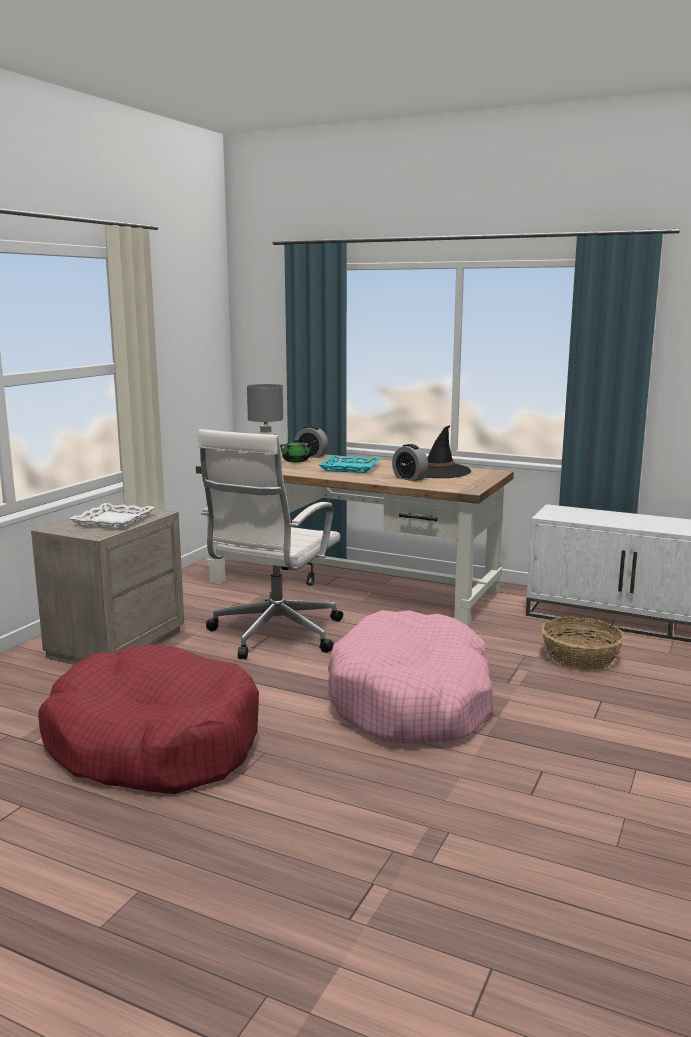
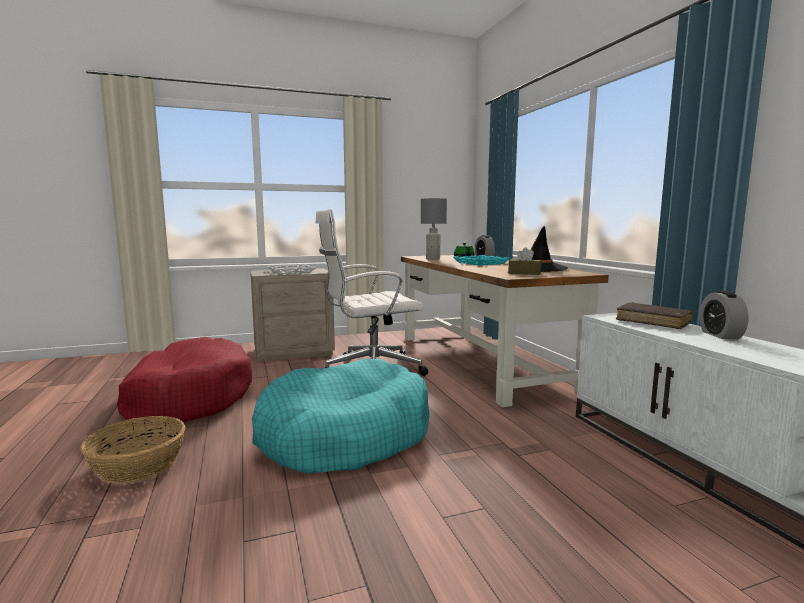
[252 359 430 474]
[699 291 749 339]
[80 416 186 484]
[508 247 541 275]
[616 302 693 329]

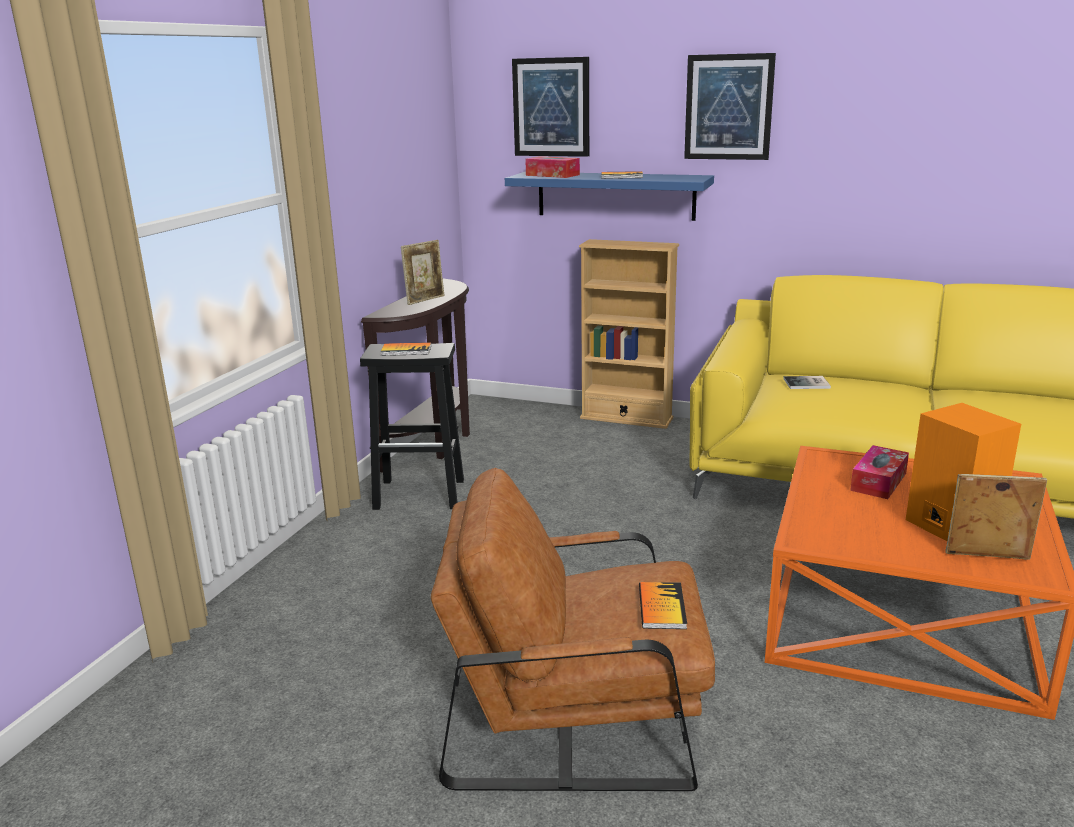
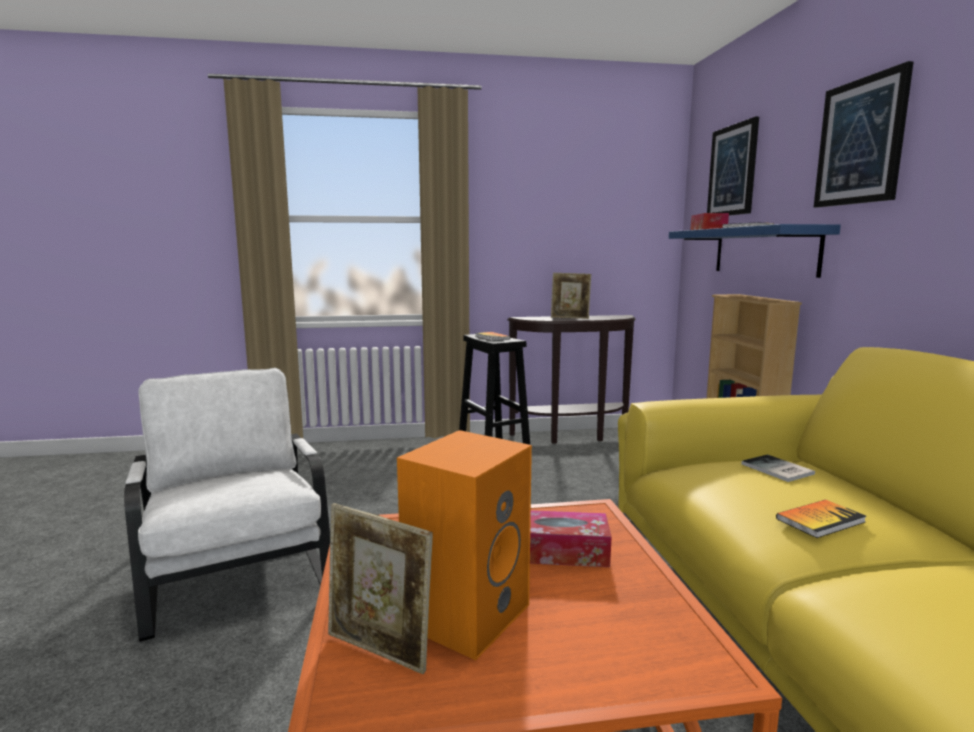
[124 368 330 642]
[776 500 866 538]
[328 503 433 674]

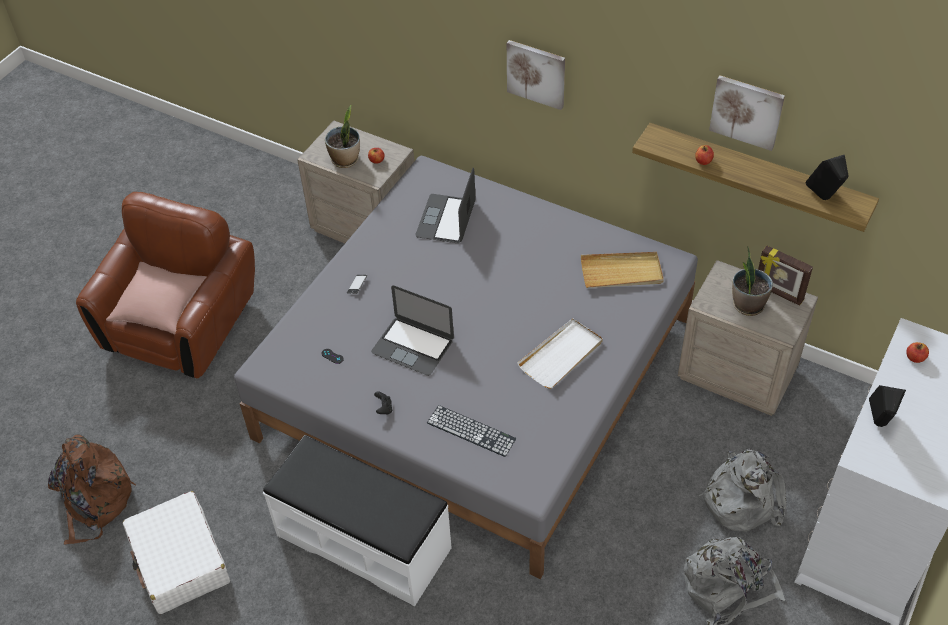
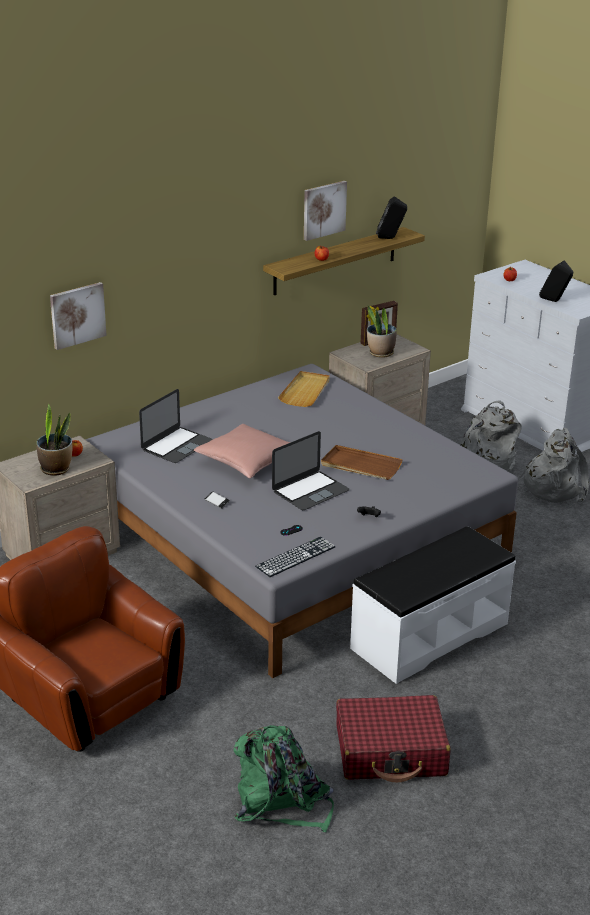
[233 725 334 832]
[194 424 291 479]
[336 695 451 782]
[139 389 213 463]
[255 537 336 577]
[50 282 107 350]
[517 318 603 389] (first image)
[321 445 403 480]

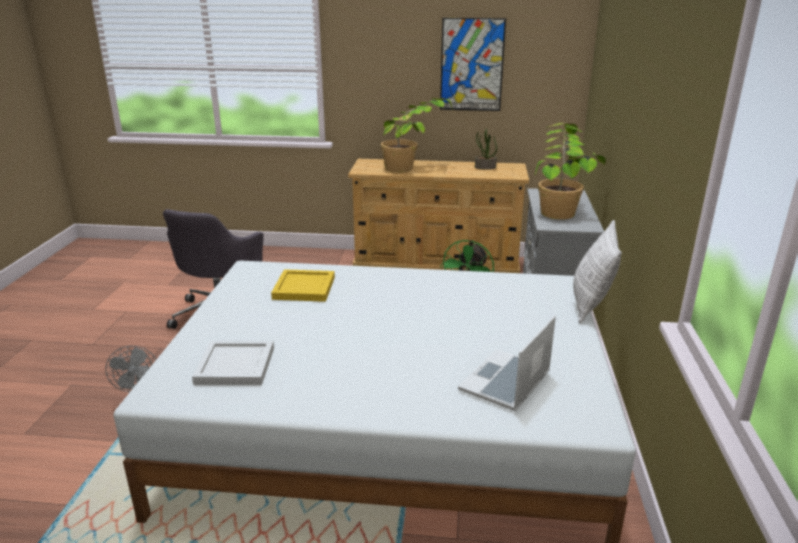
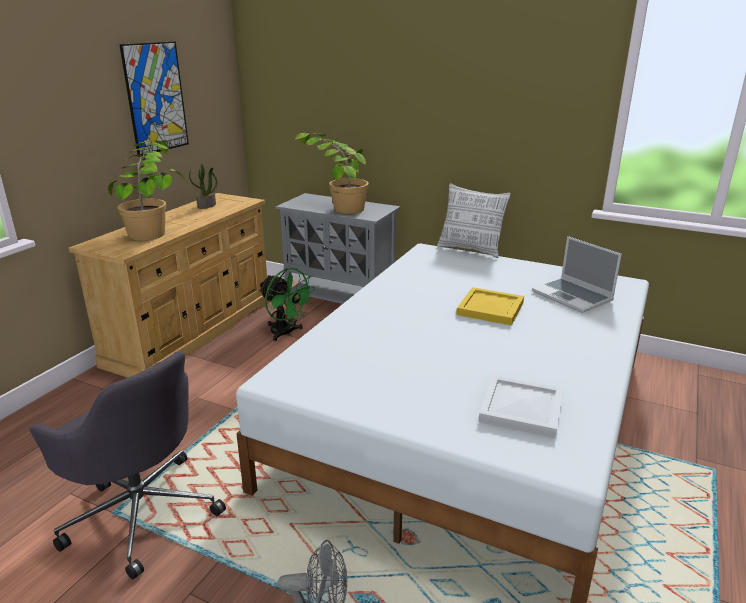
[456 287 524 326]

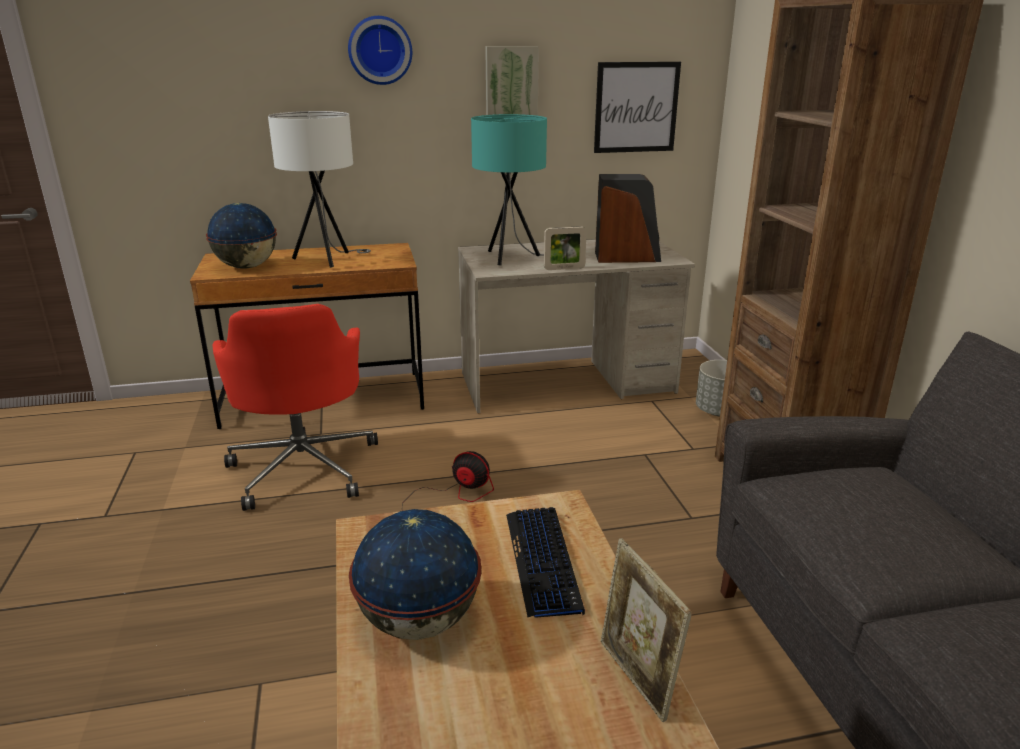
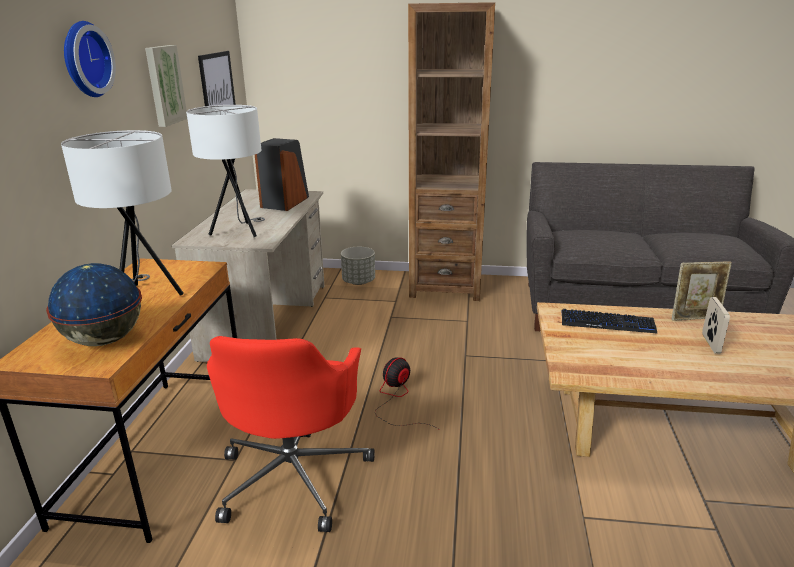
[207 336 375 532]
[349 509 481 640] (first image)
[186 105 265 237]
[702 297 730 354]

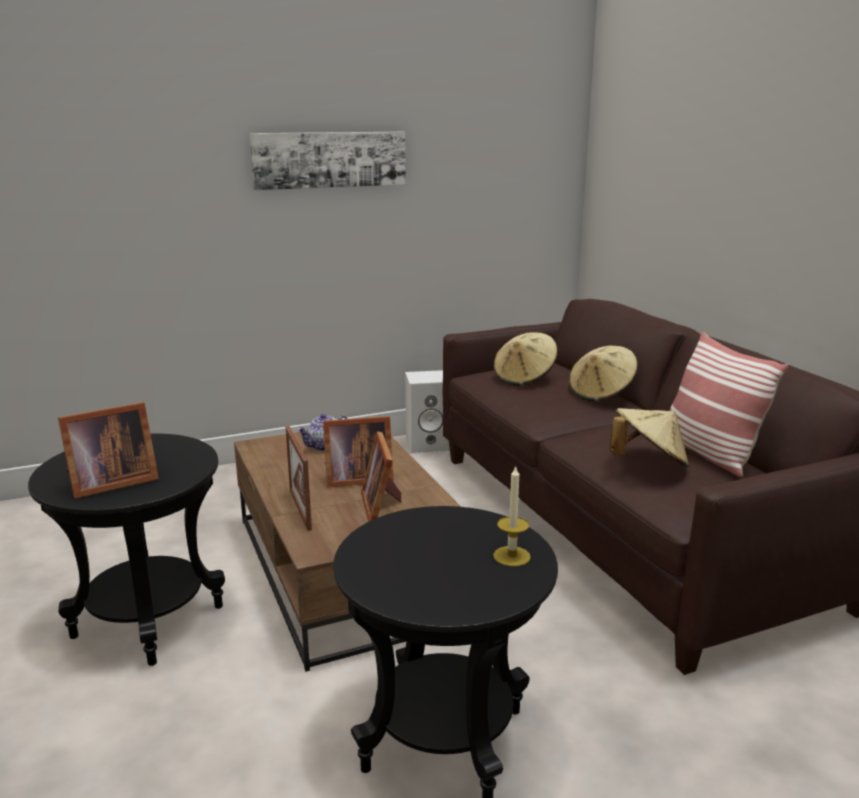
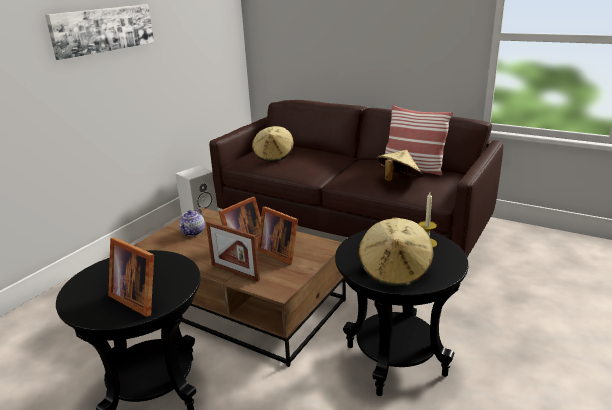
[108 237 154 317]
[358 218 433 287]

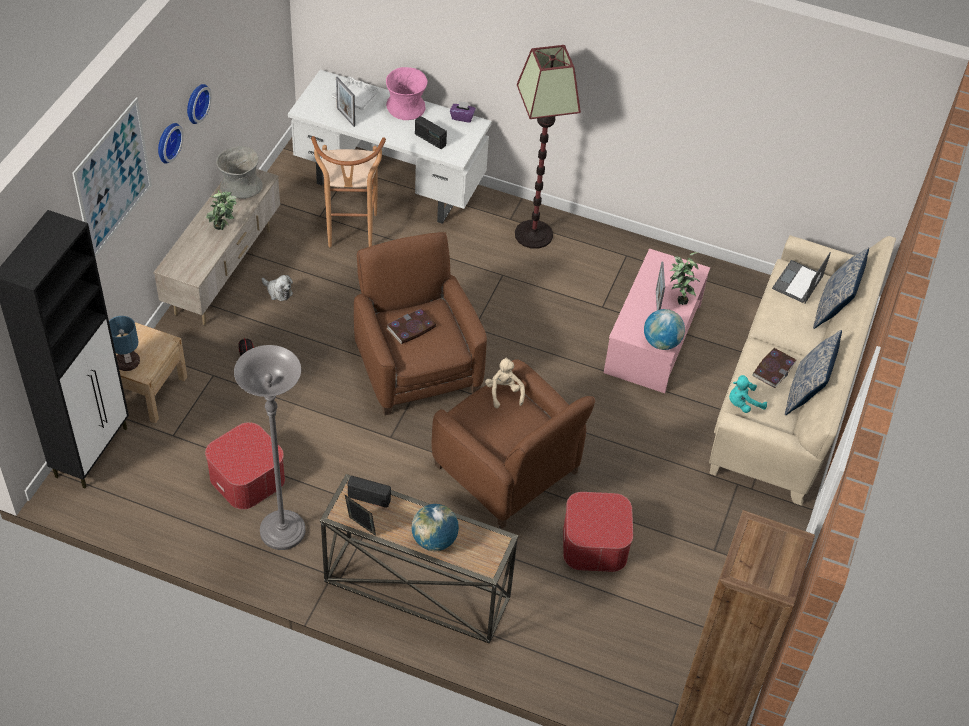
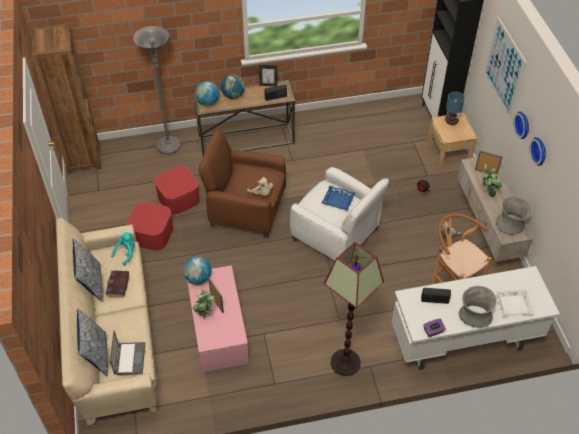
[126 202 173 251]
[133 26 181 154]
[475 150 503 174]
[290 167 389 261]
[459 286 496 328]
[322 186 355 211]
[195 81 220 106]

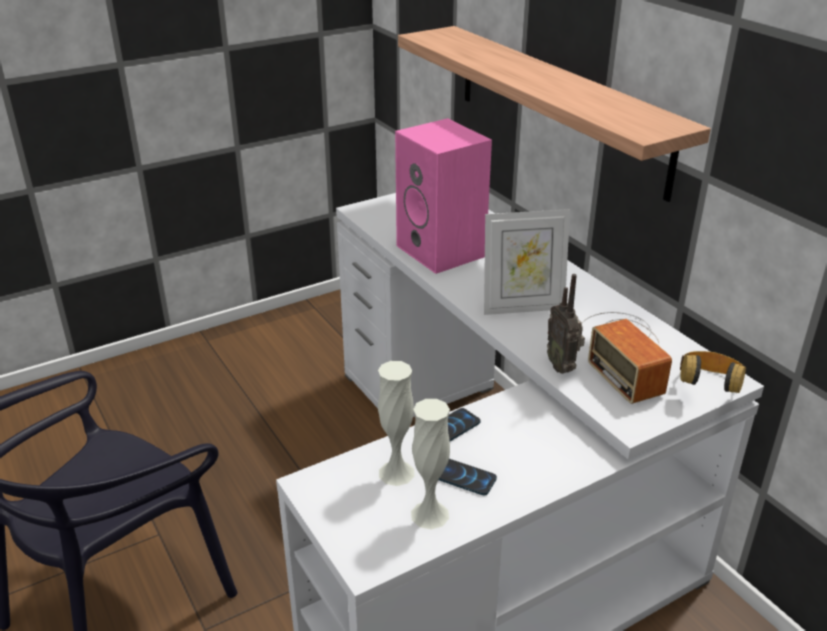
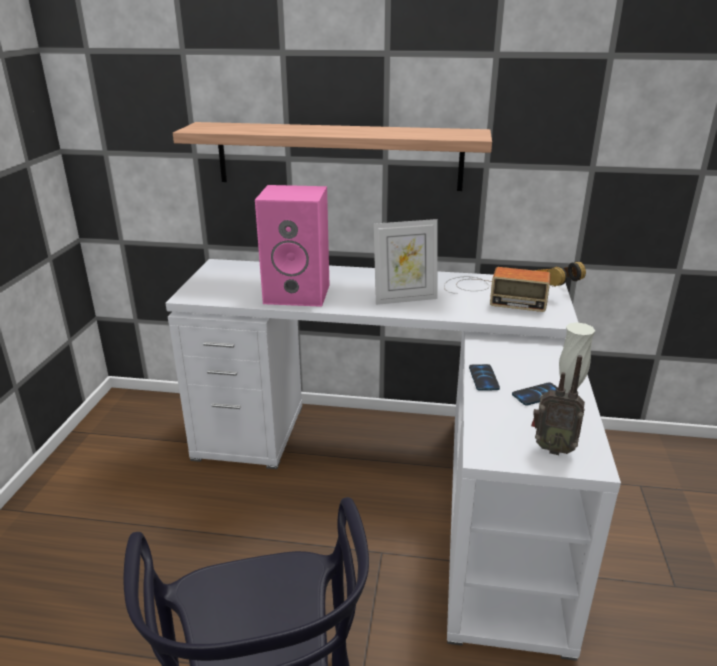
[378 361 415 486] (first image)
[374 219 438 305]
[531 355 585 455]

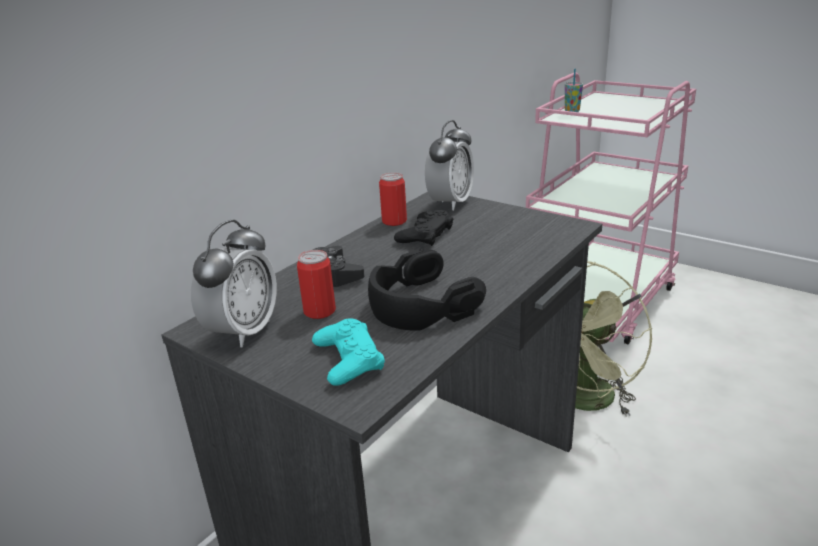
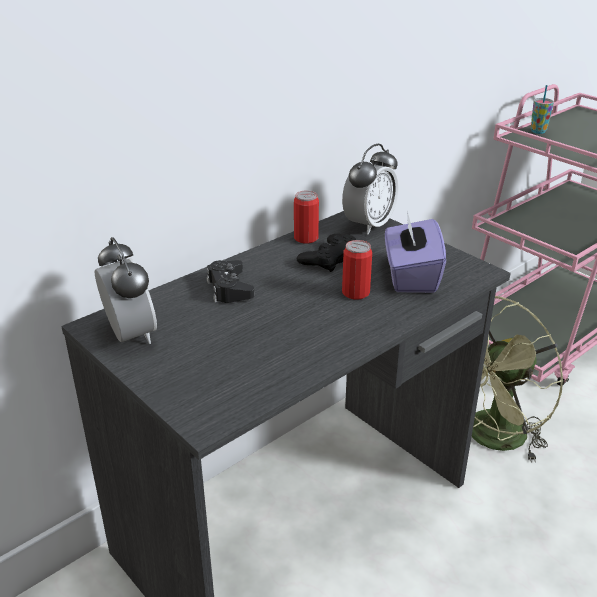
[95 237 157 344]
[342 240 372 299]
[312 318 385 386] (first image)
[368 249 486 331] (first image)
[385 211 446 293]

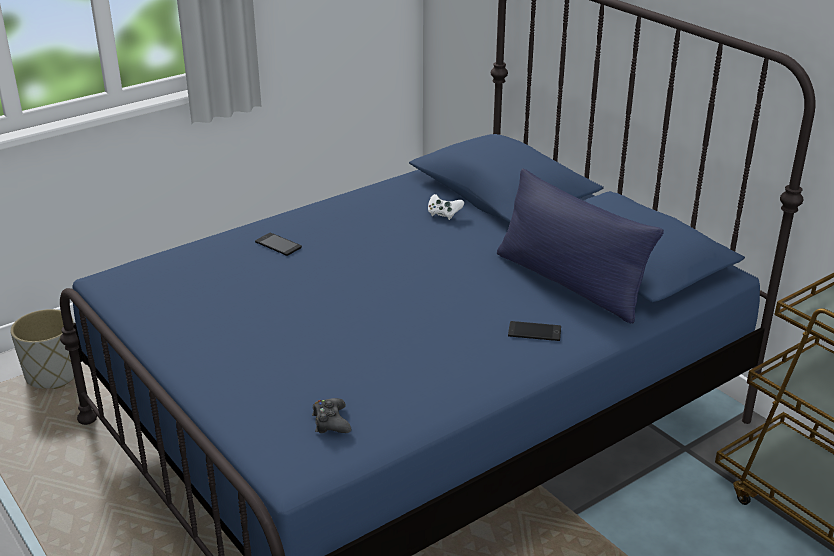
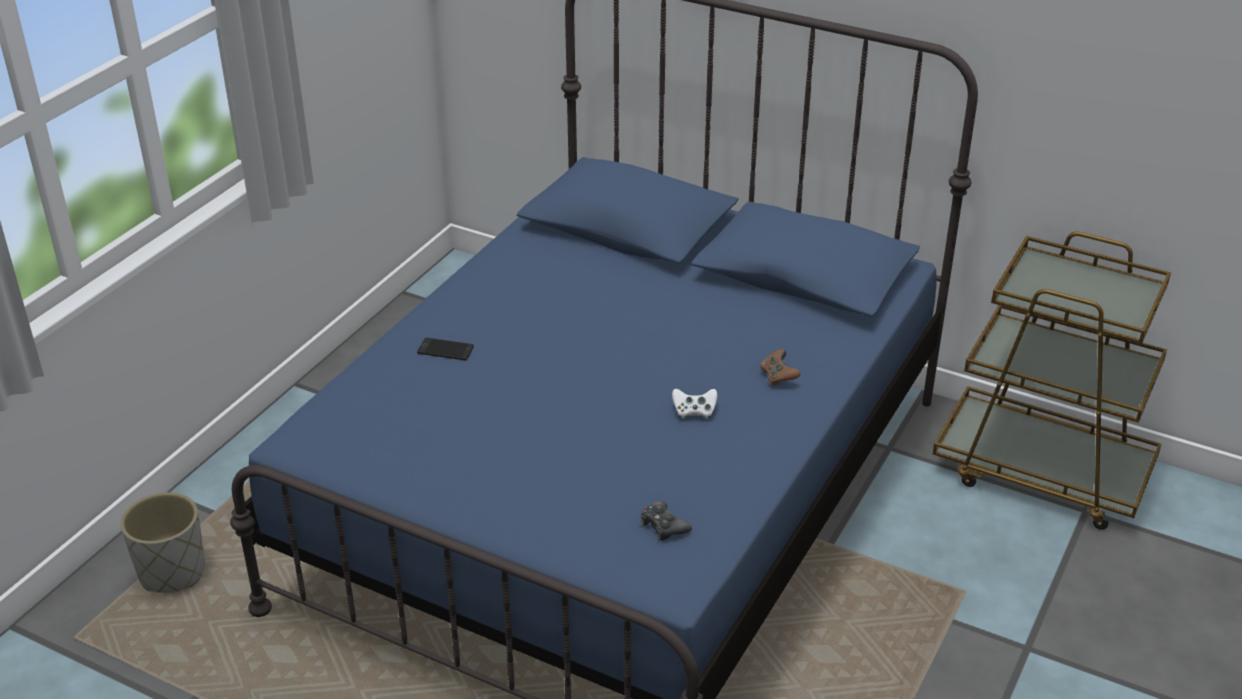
[672 389 717 419]
[497 168 664 324] (first image)
[760 349 801 386]

